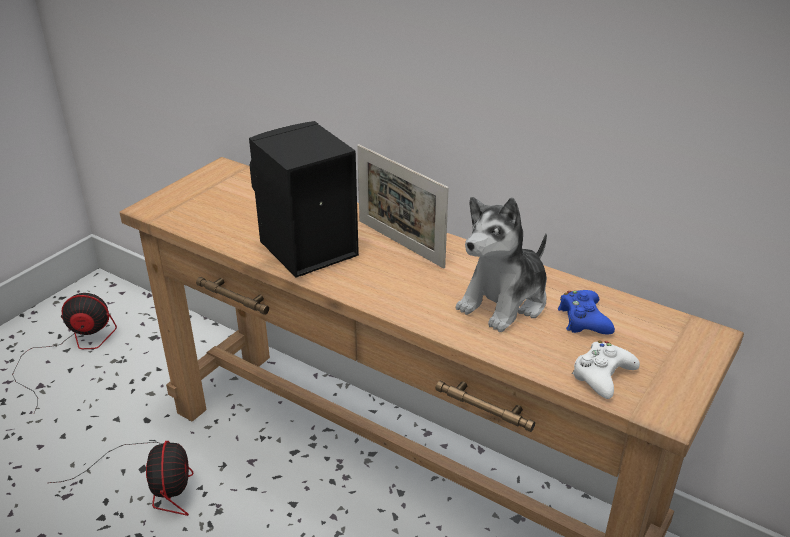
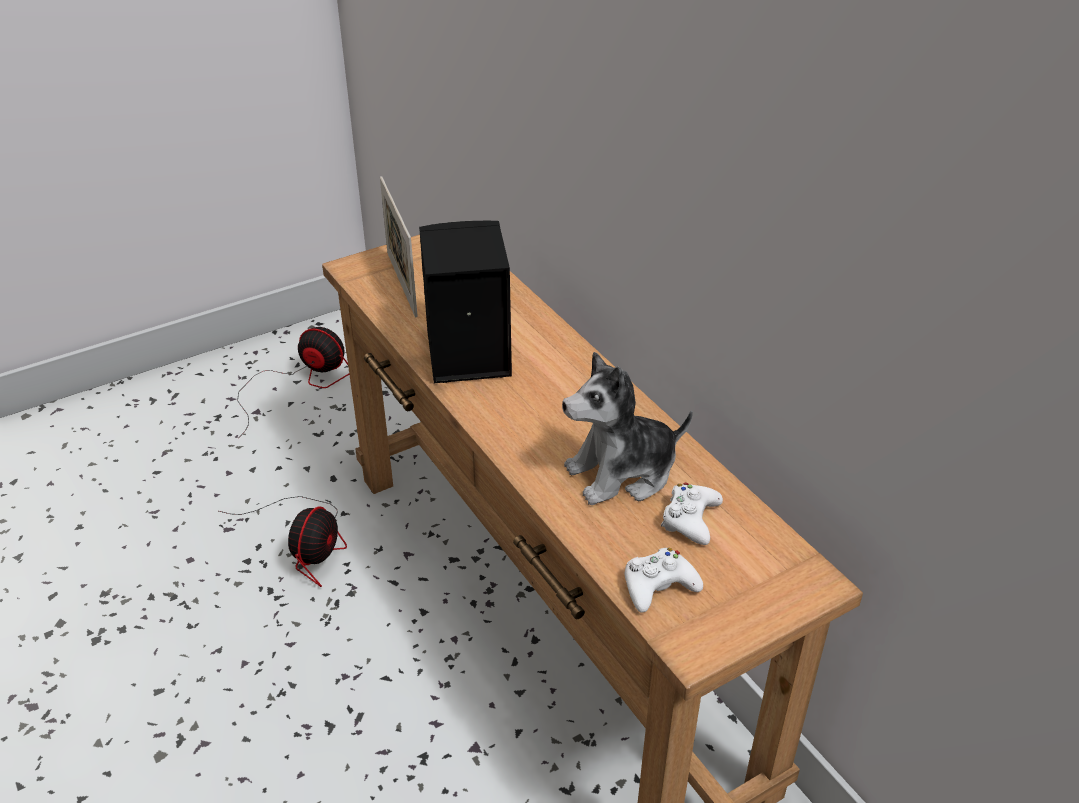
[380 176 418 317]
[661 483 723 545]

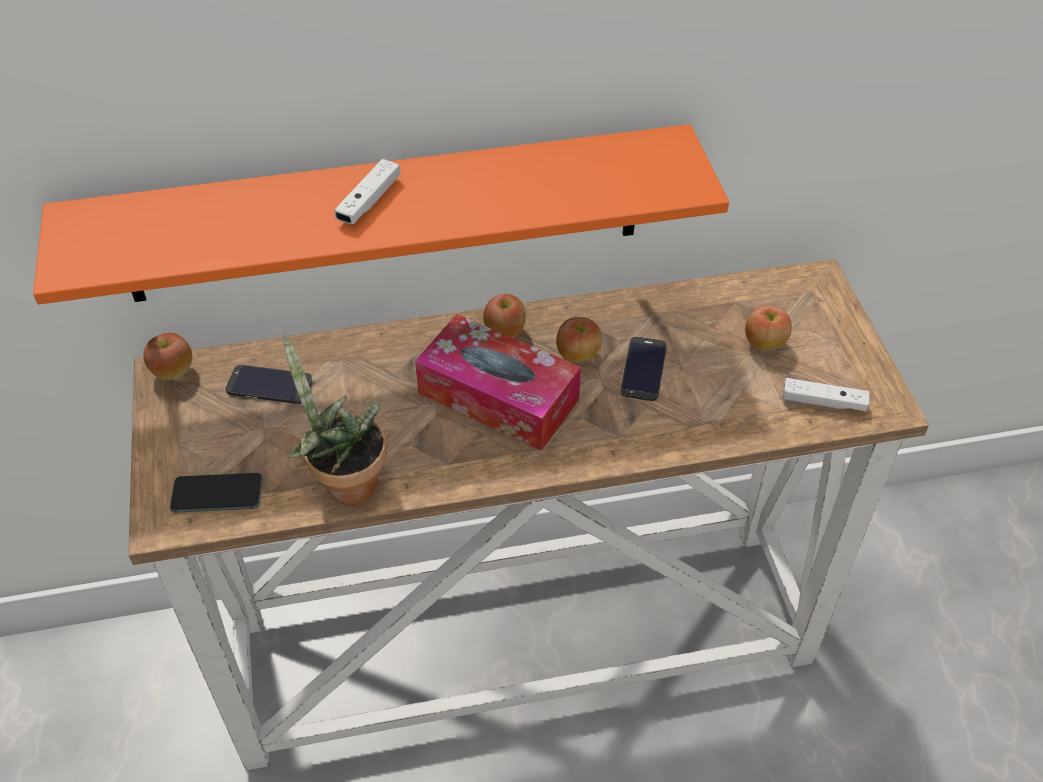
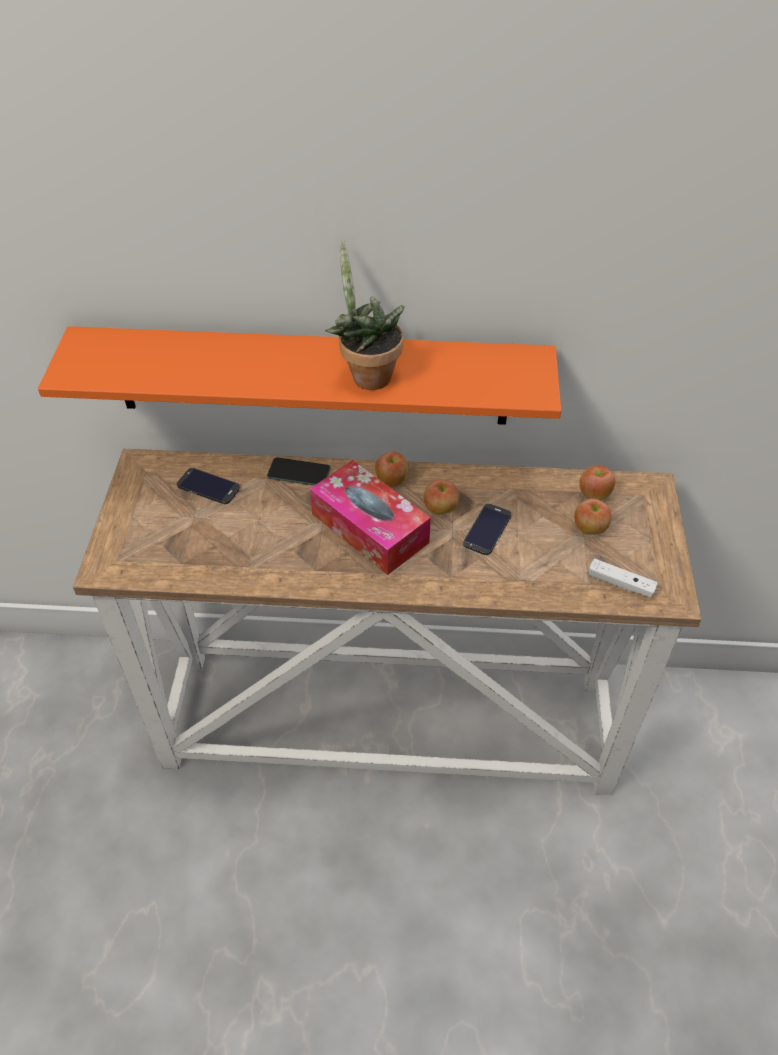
[579 465 616 501]
[267 457 331 485]
[325 240 405 390]
[334 159 400 224] (first image)

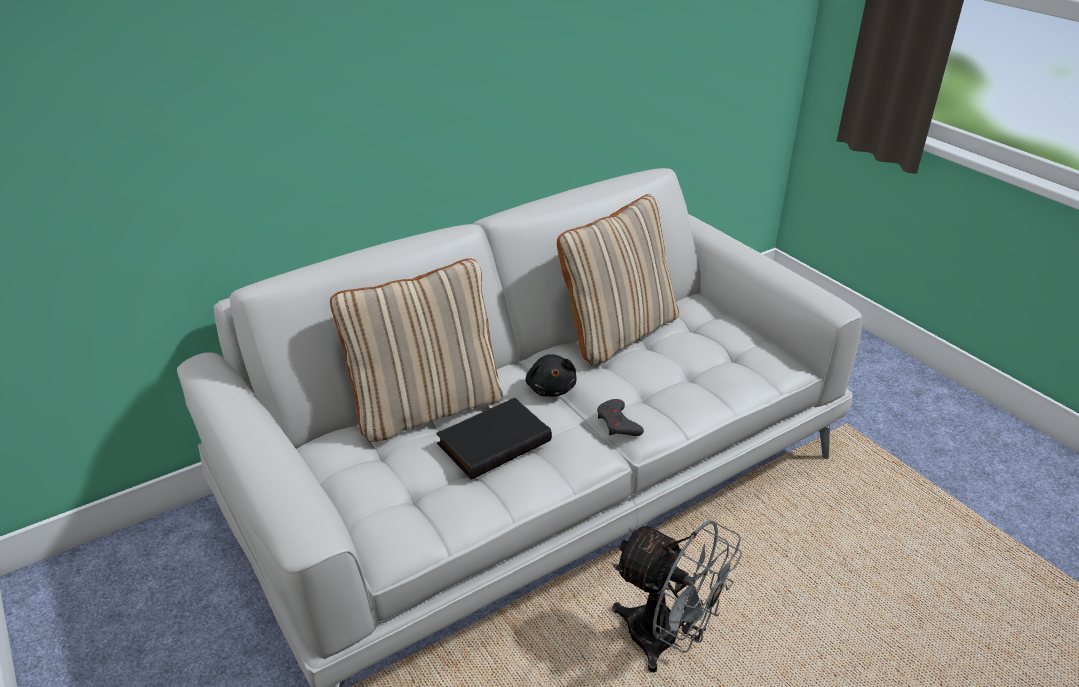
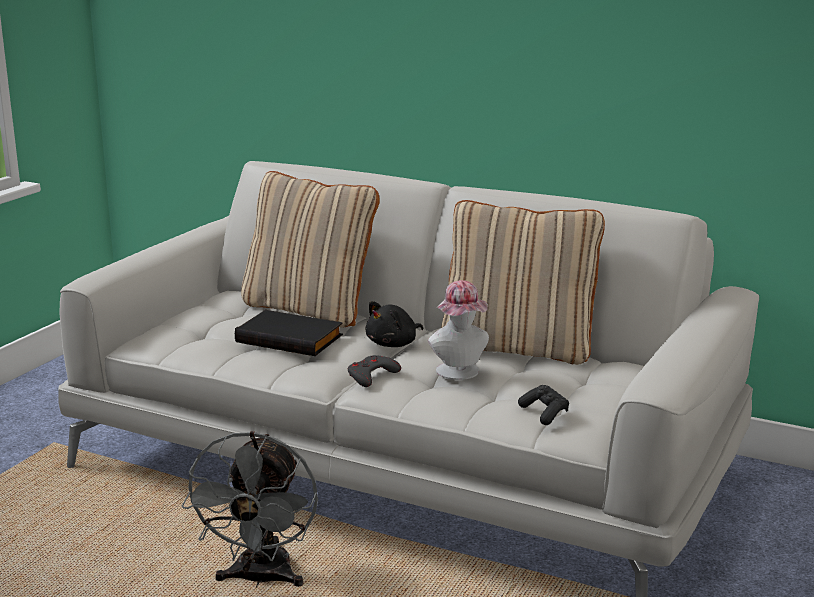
[428 280 489 380]
[518 385 569 425]

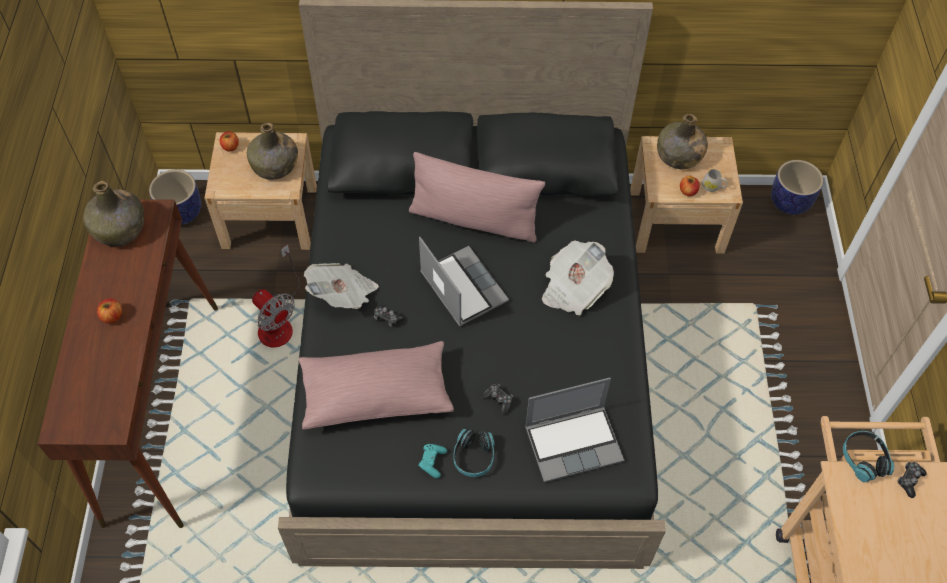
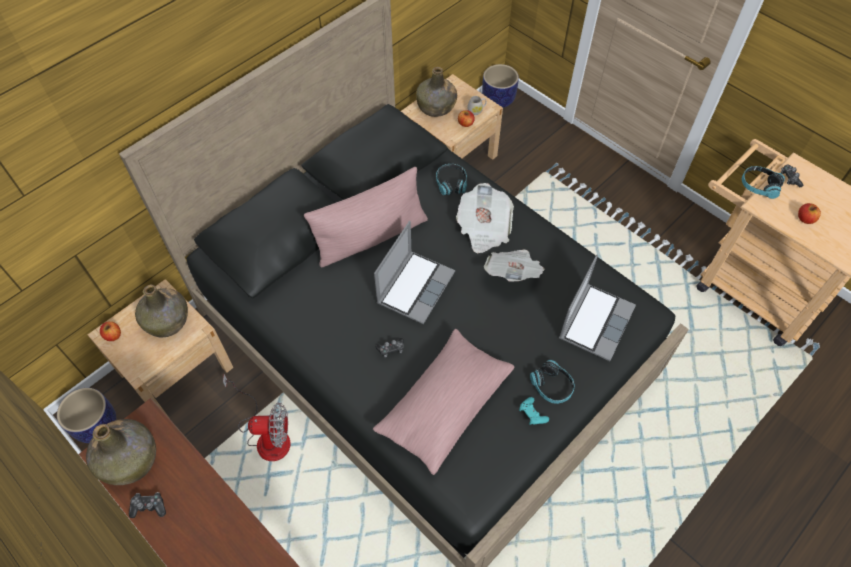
[798 203 821 224]
[483 249 545 282]
[374 221 455 324]
[129 492 166 518]
[436 164 467 195]

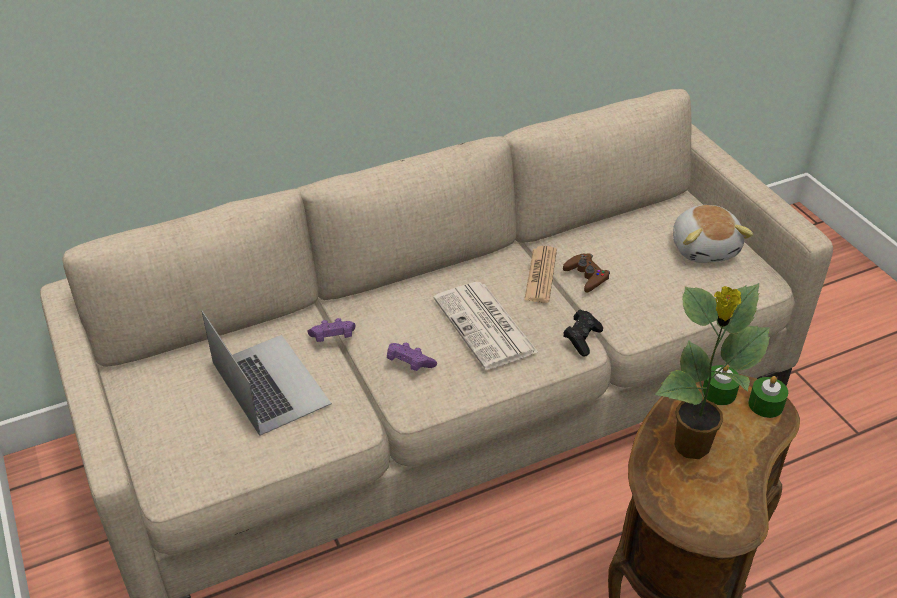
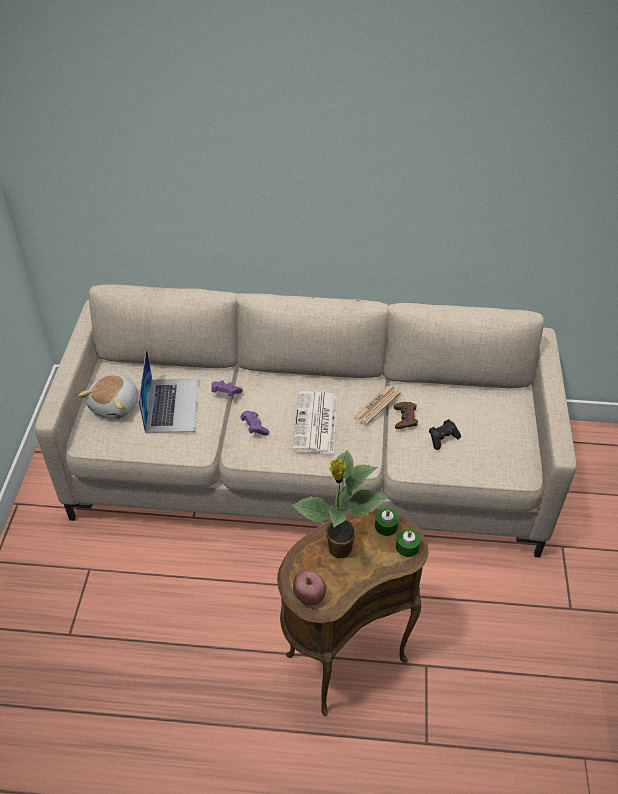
[429 419 461 450]
[78 375 138 419]
[293 571 326 606]

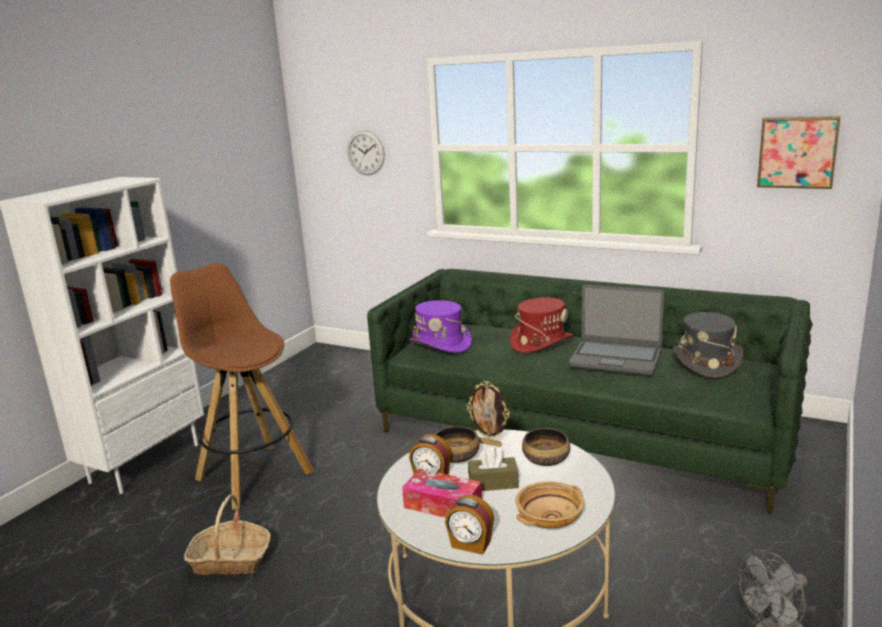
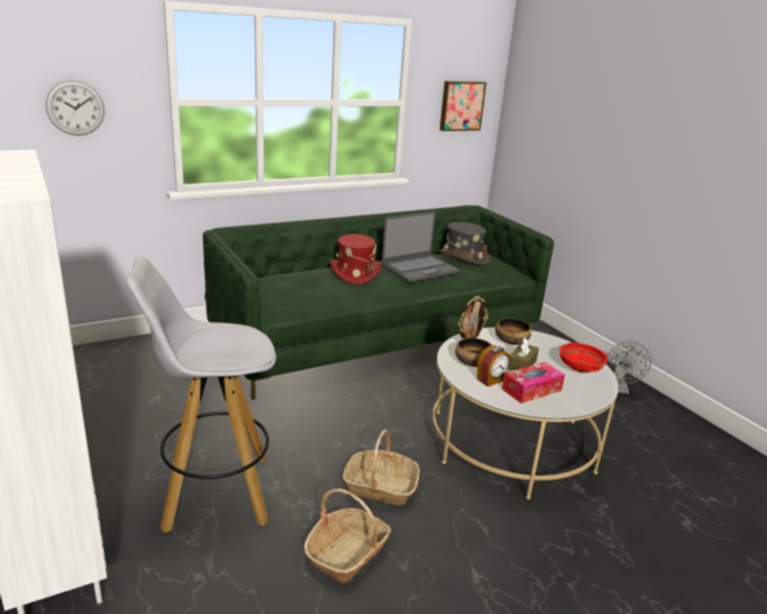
[126 257 276 533]
[409 300 472 353] (first image)
[445 495 494 555] (first image)
[559 342 608 373]
[343 429 420 505]

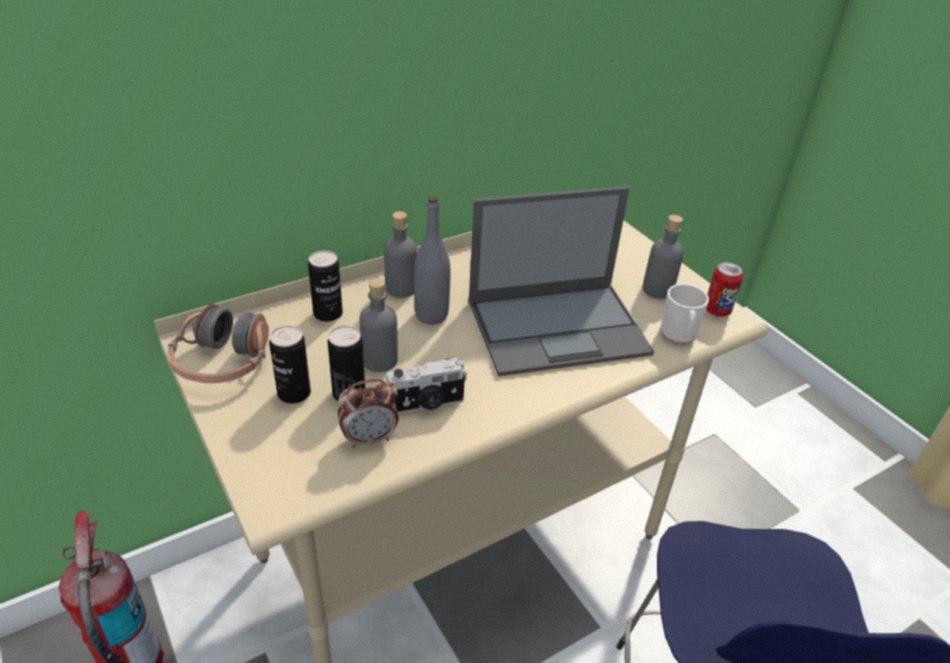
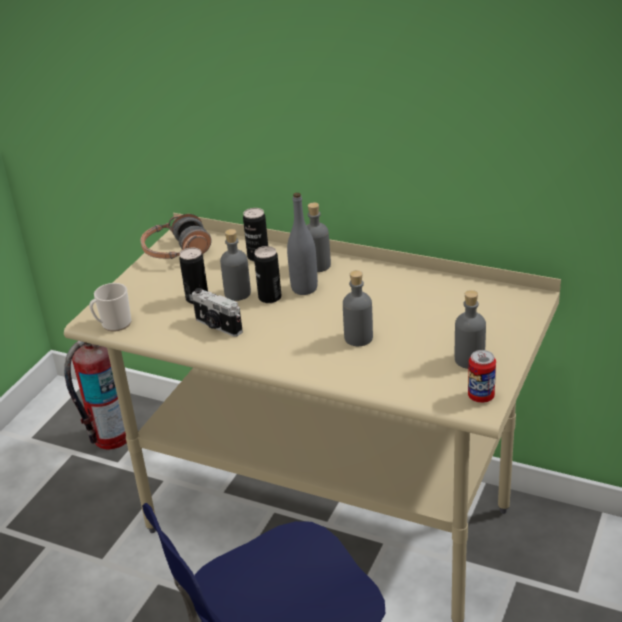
[254 246 282 303]
[338 379 399 448] (first image)
[343 270 373 346]
[89 283 131 331]

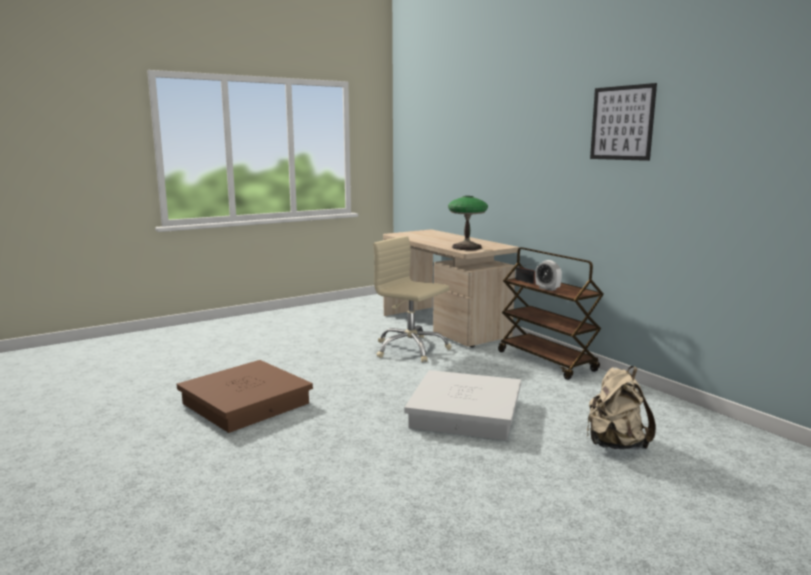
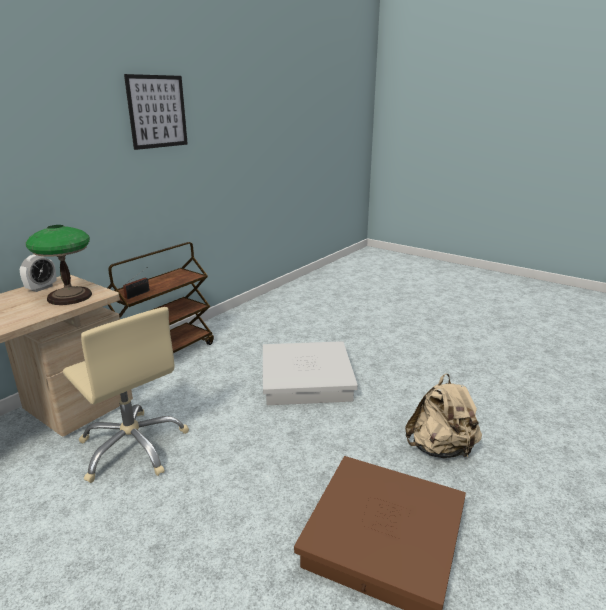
[63 307 189 483]
[20 255 56 292]
[405 373 482 459]

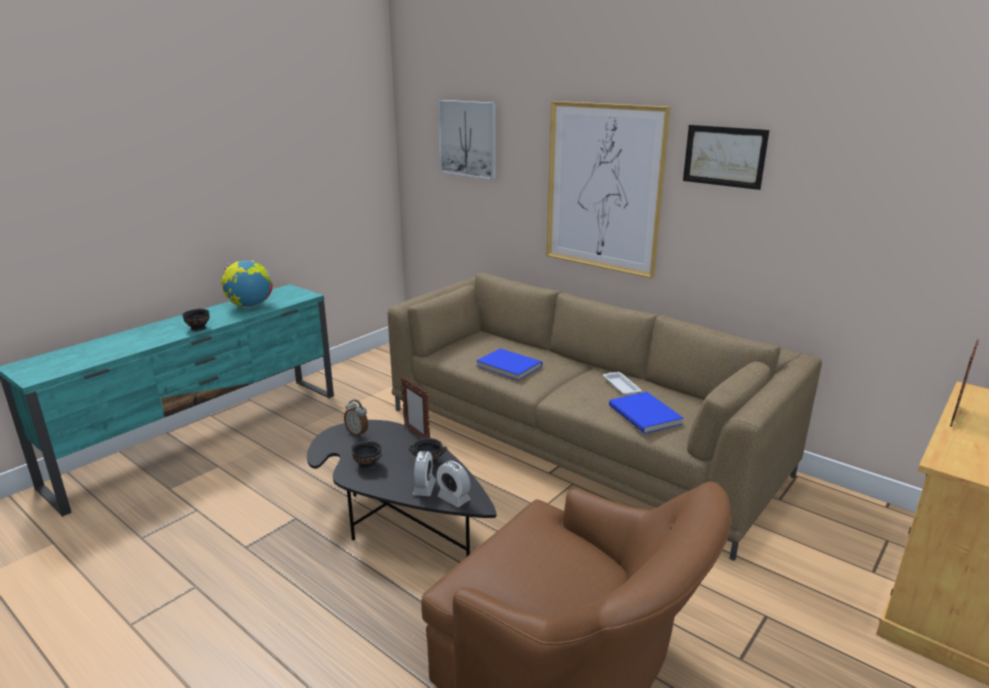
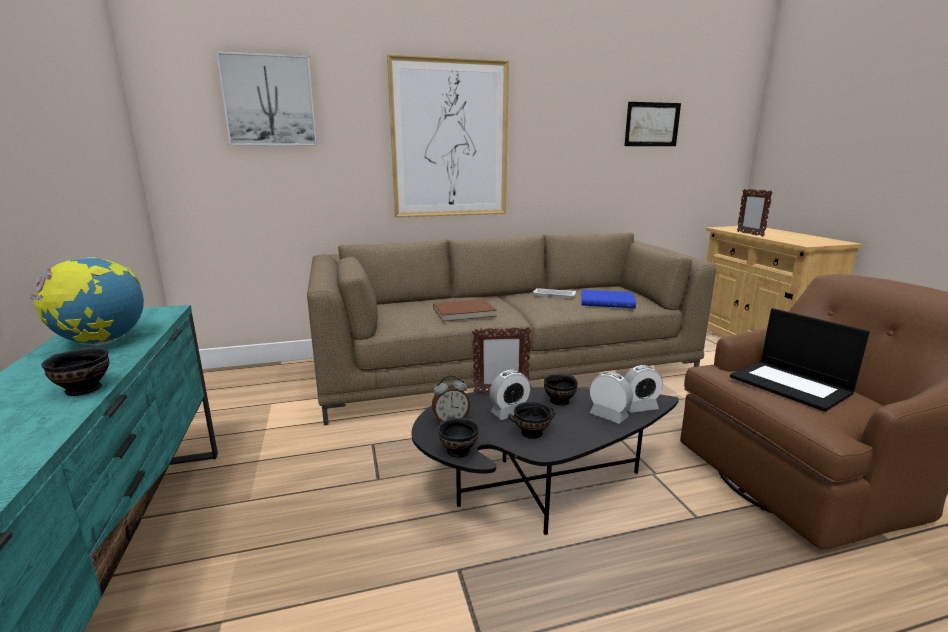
[433 299 497 321]
[624 102 681 146]
[438 417 479 458]
[490 370 531 420]
[730 308 870 412]

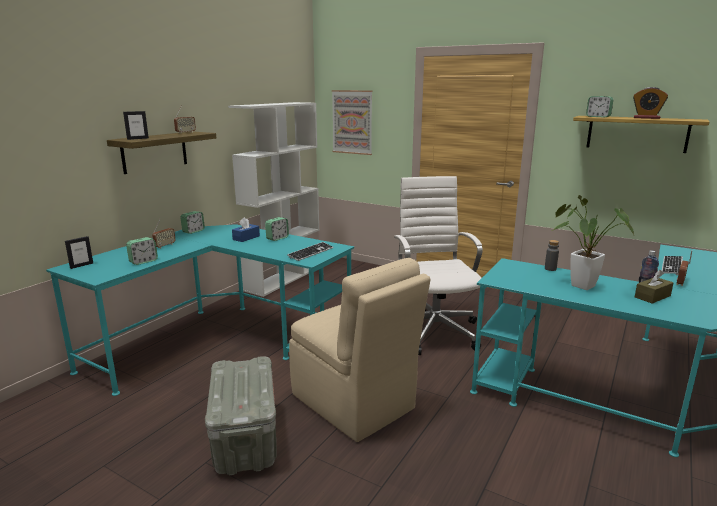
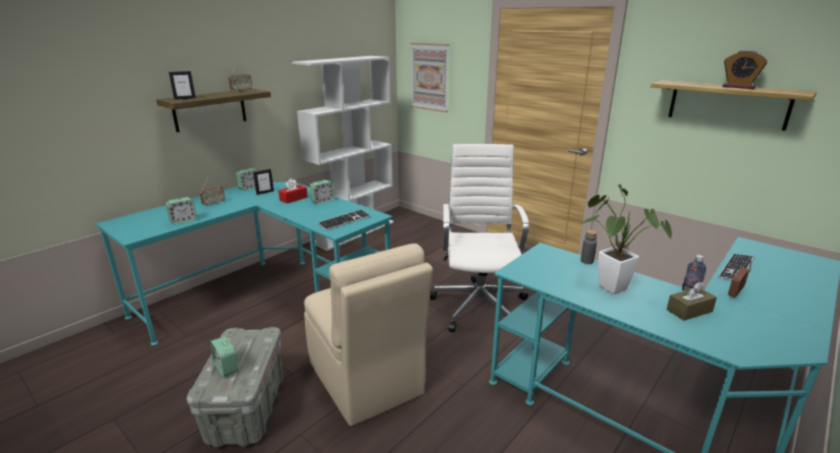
[253 169 274 195]
[278 178 308 204]
[210 336 238 377]

